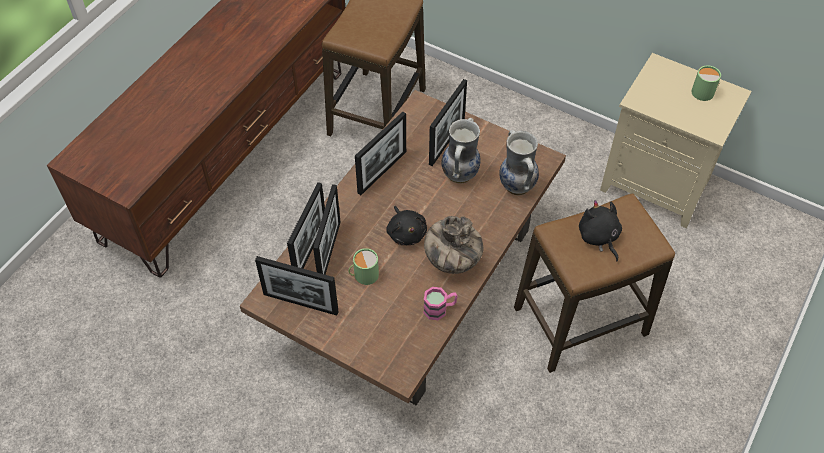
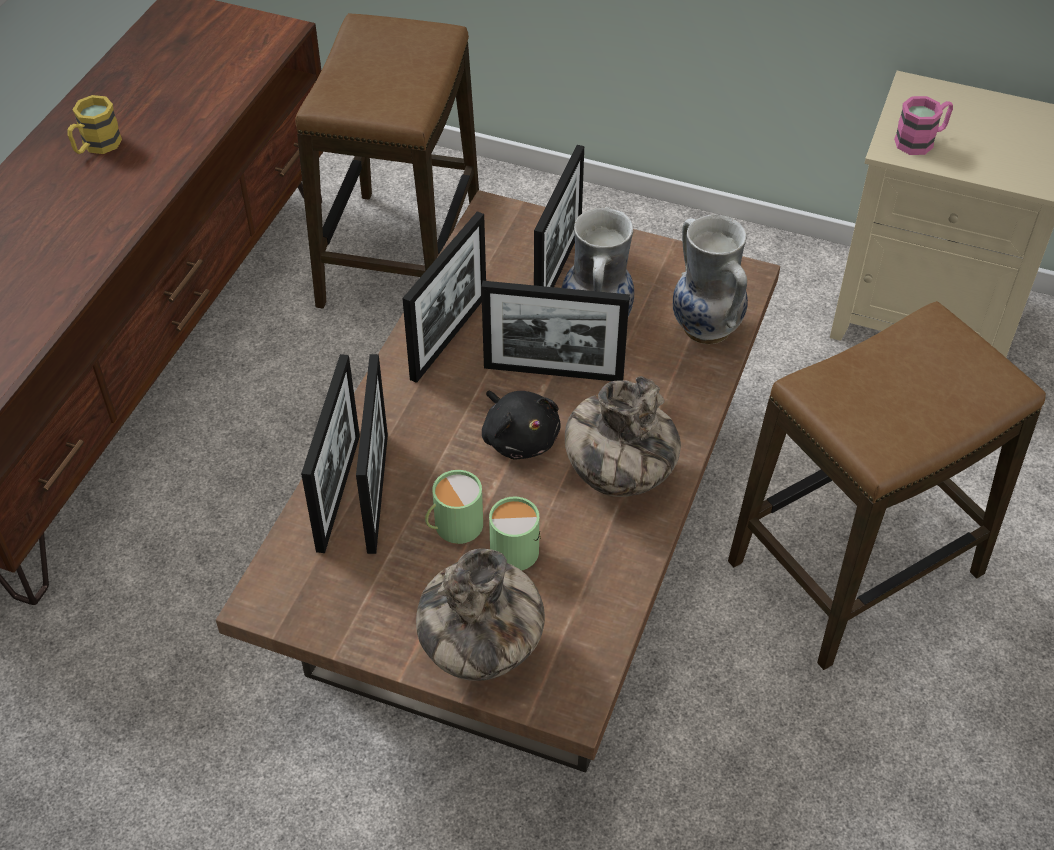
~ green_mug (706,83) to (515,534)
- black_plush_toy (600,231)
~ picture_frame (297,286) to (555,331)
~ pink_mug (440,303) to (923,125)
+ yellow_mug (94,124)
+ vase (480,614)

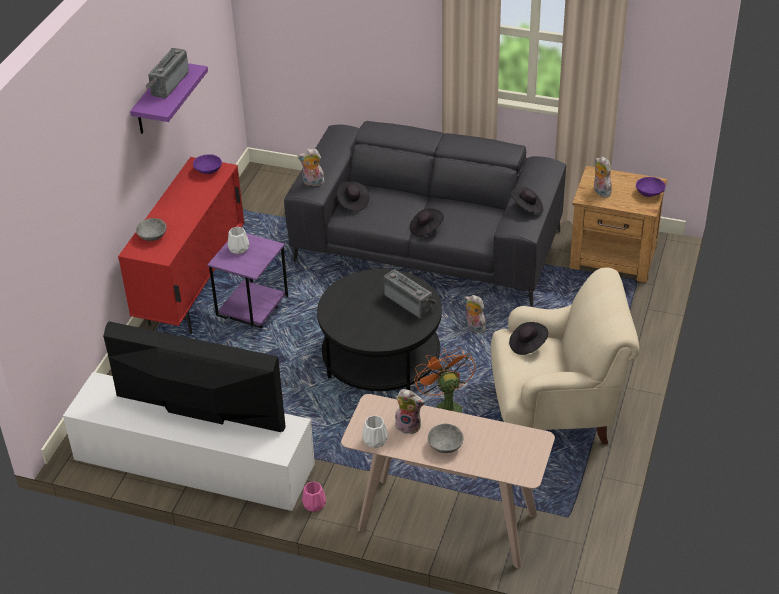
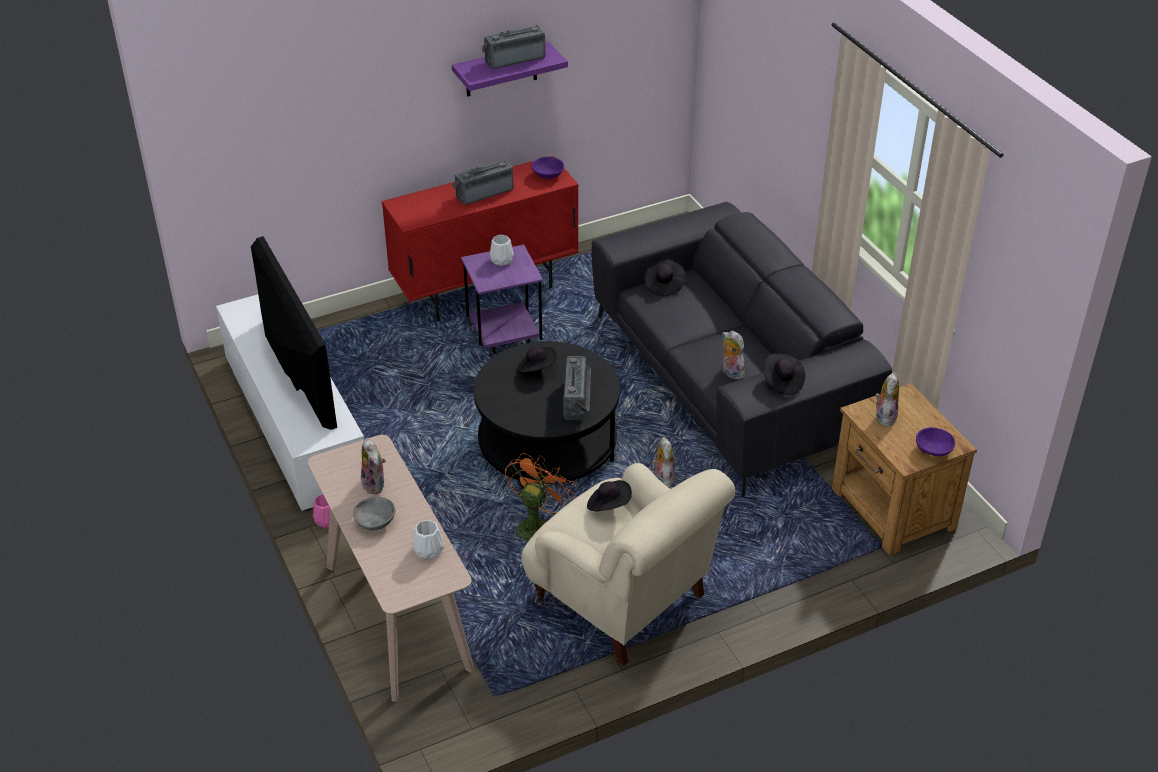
~ plush_toy (311,167) to (733,355)
~ black_hat (427,223) to (537,360)
- grey_bowl (151,229)
~ white_vase (375,431) to (428,539)
+ radio (483,182)

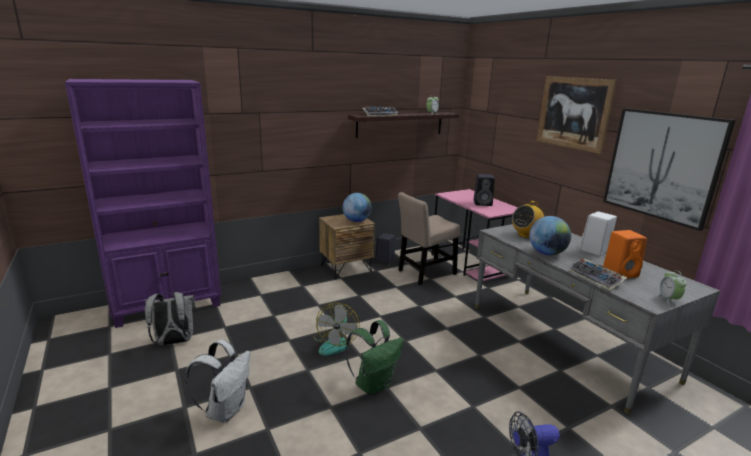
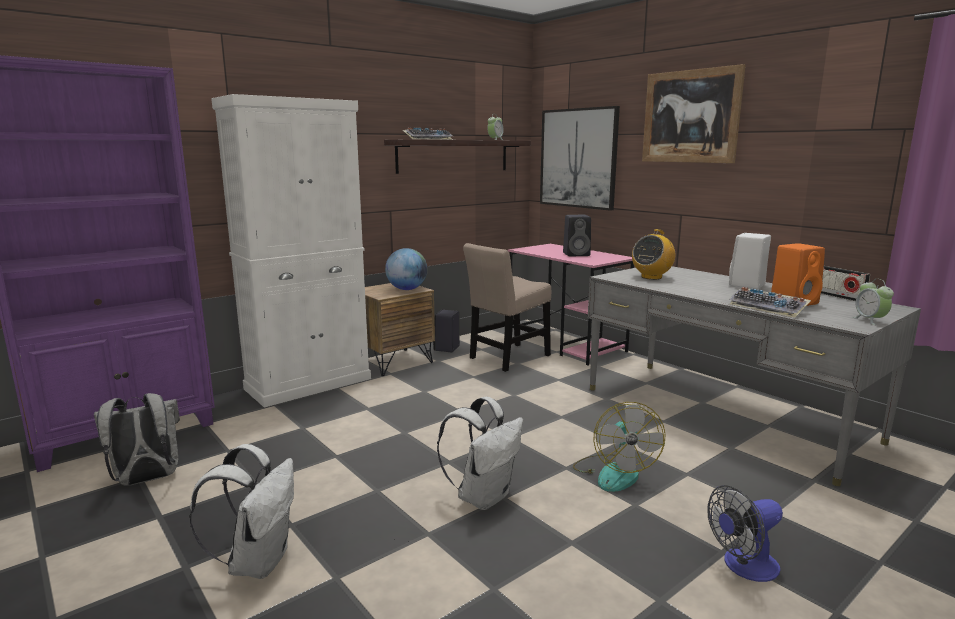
~ picture (669,169) to (580,158)
- globe (550,235)
~ fan (336,329) to (619,447)
~ green_backpack (374,357) to white_backpack (480,453)
+ white_cabinet (291,250)
+ radio (845,283)

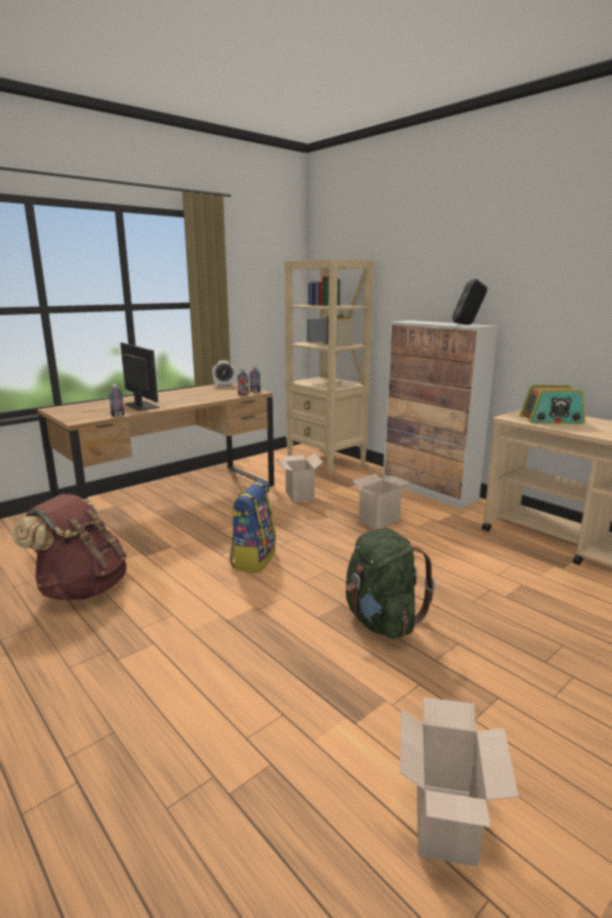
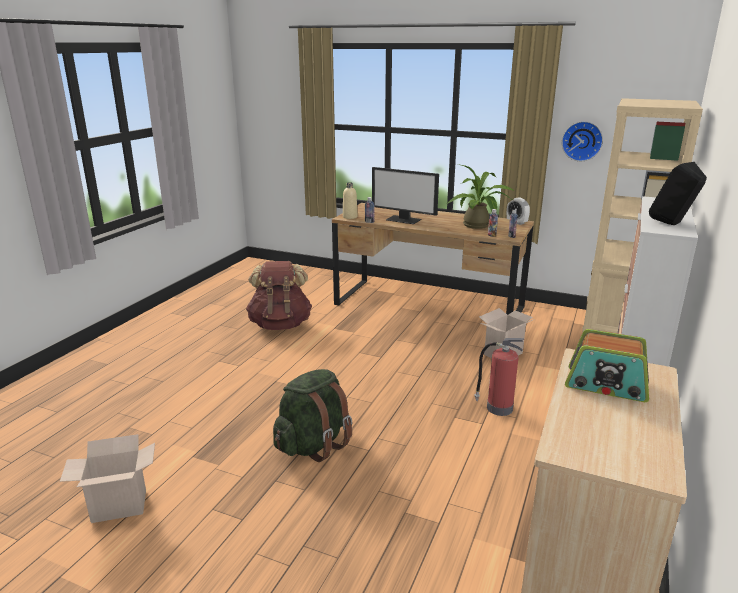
~ monitor (140,377) = (405,195) 90 degrees clockwise
~ radio (552,404) = (607,365) 45 degrees counterclockwise
~ cardboard_box (381,501) to fire_extinguisher (499,377)
- backpack (252,526)
+ wall_clock (582,141)
+ potted_plant (480,196)
+ beige_bottle (350,200)

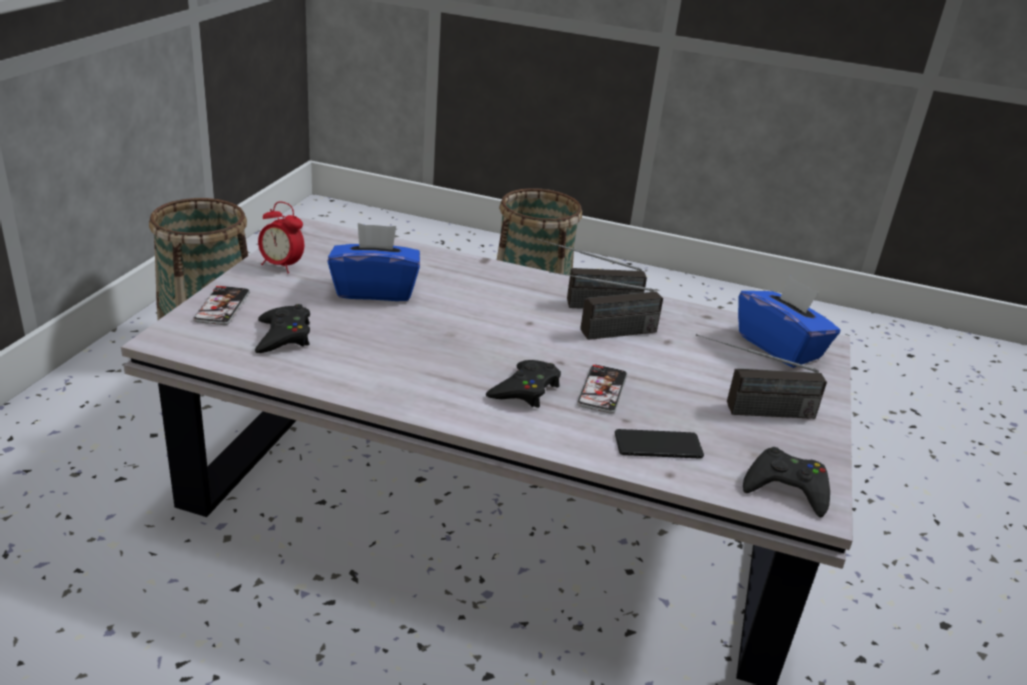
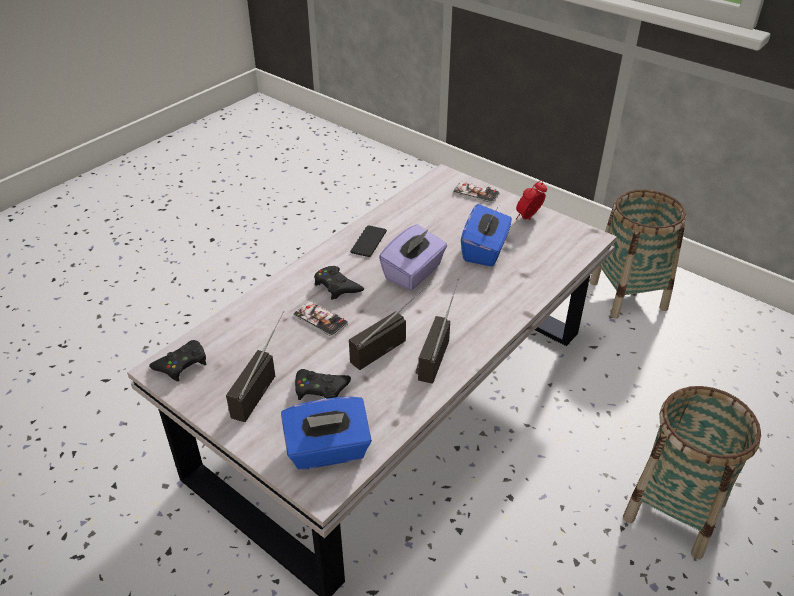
~ radio (606,305) = (389,327) 45 degrees clockwise
~ black_game_controller (282,328) to (323,384)
~ phone (659,444) to (368,241)
+ purple_tissue_box (413,257)

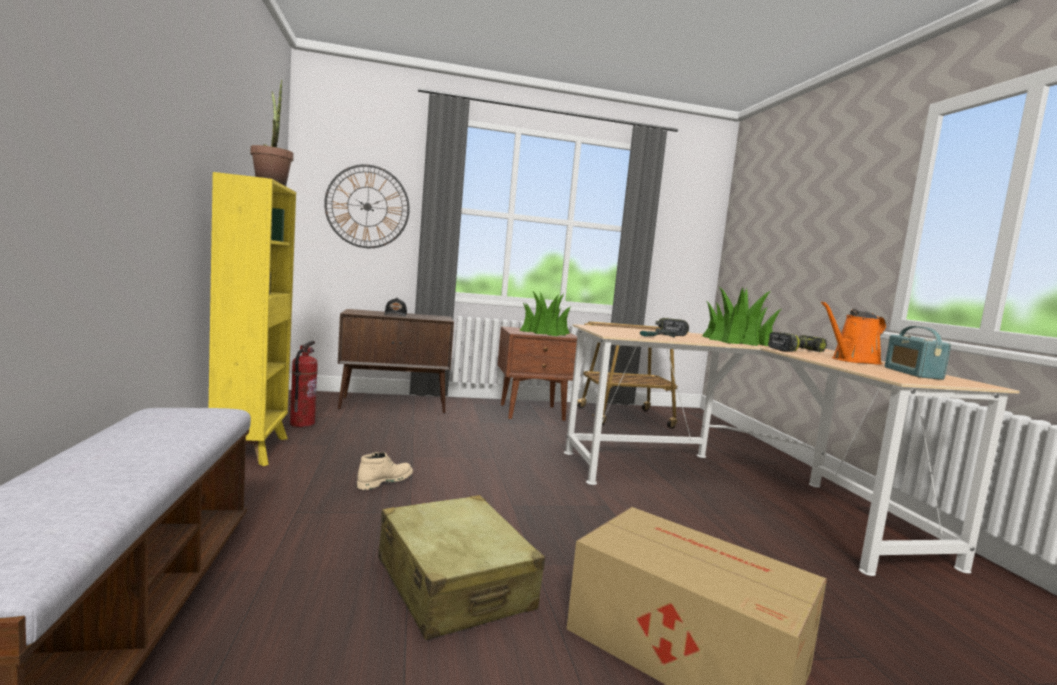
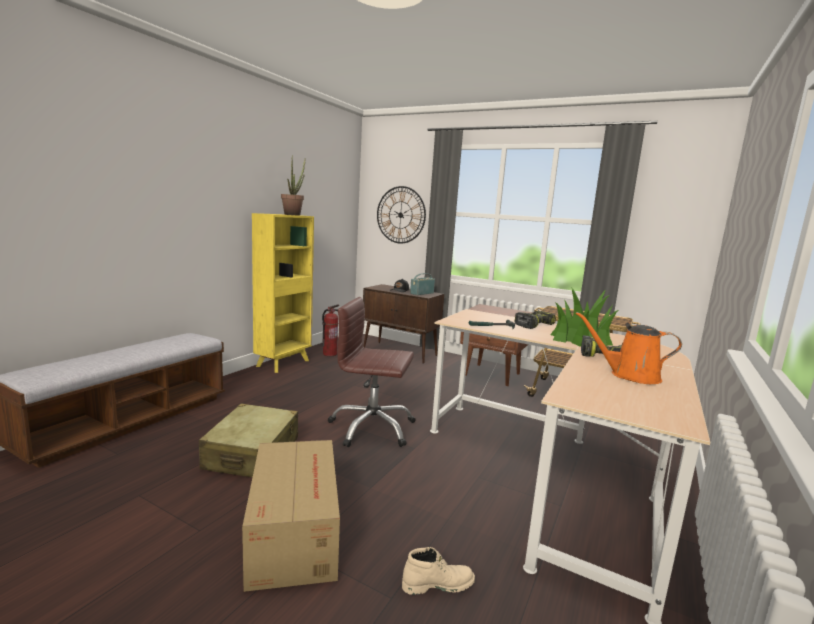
- potted_plant (545,313)
~ radio (918,353) to (422,284)
~ beige_boot (385,471) to (438,571)
+ brown_office_chair (372,372)

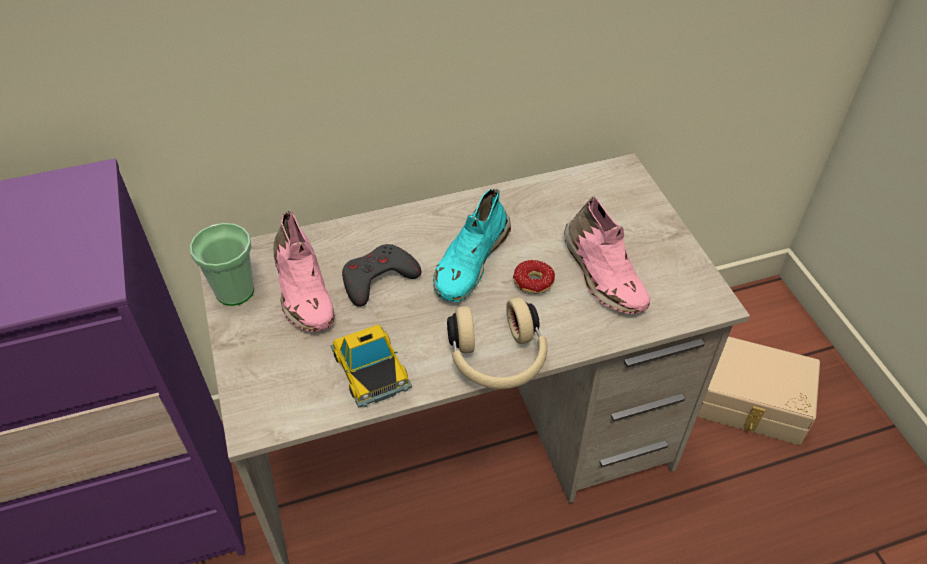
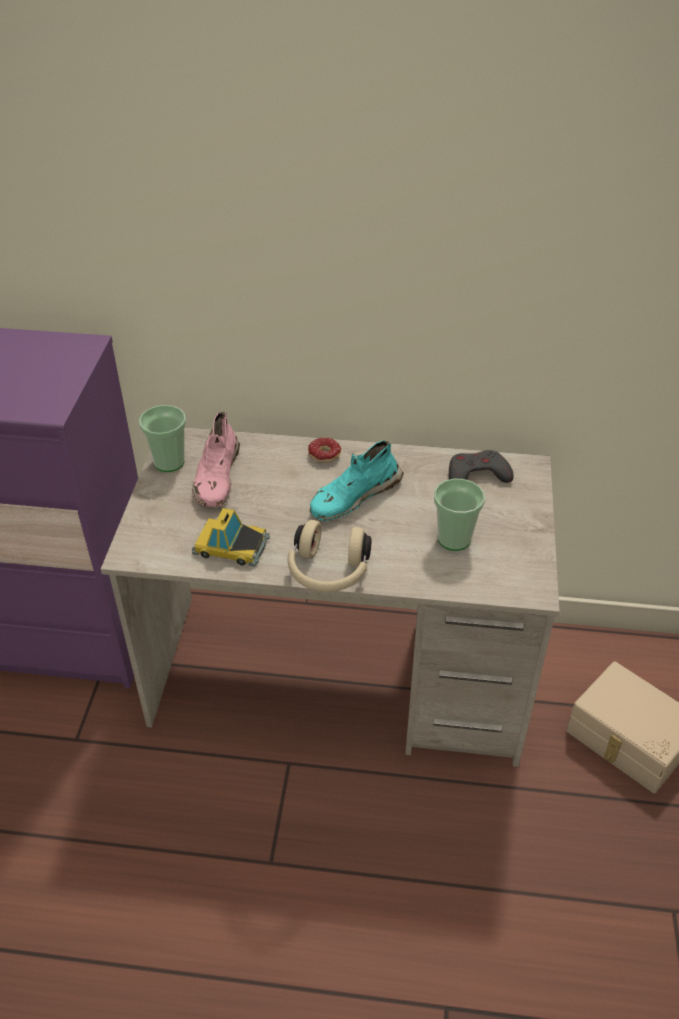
~ pink_shoe (607,255) to cup (459,515)
~ grey_game_controller (381,275) to (481,466)
~ donut (534,277) to (324,450)
~ toy_car (371,366) = (231,537) 75 degrees counterclockwise

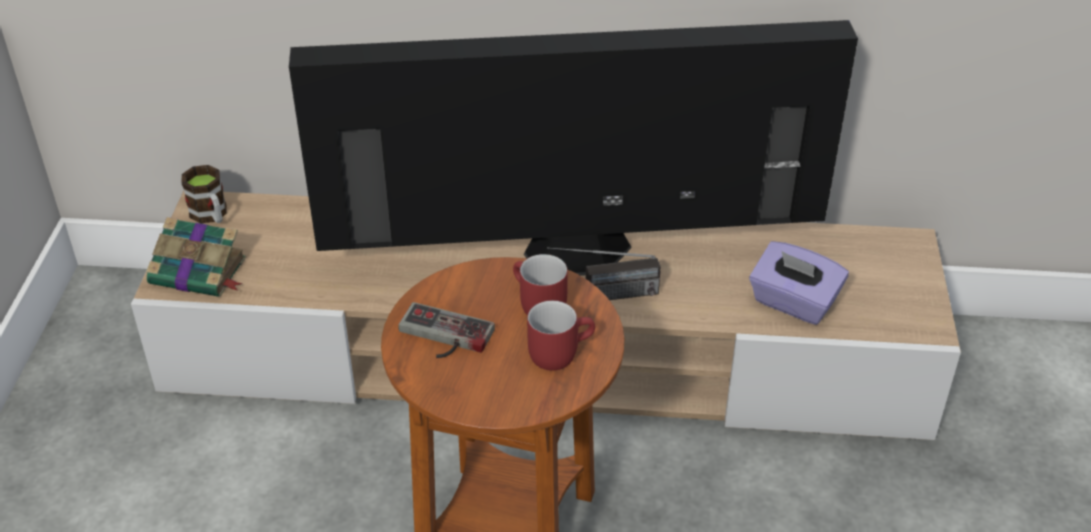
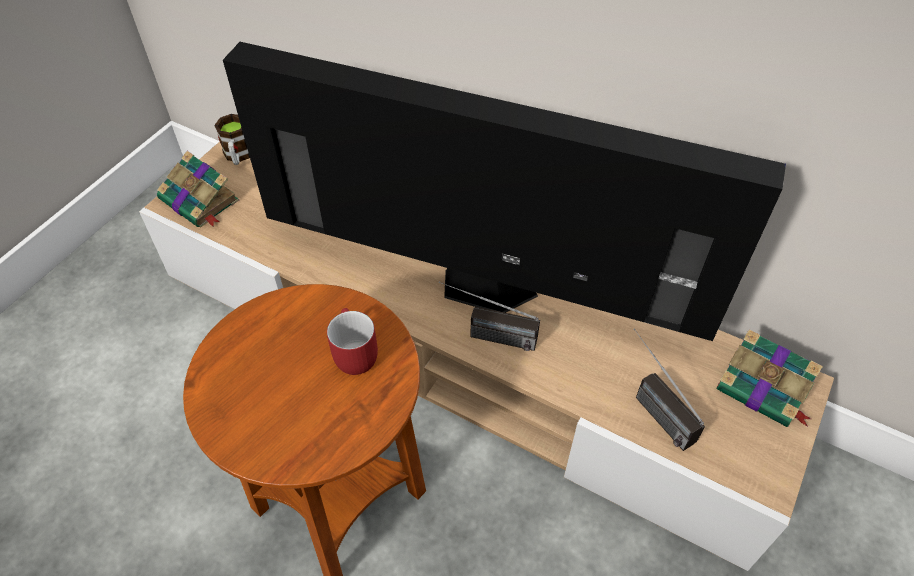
~ purple_tissue_box (799,283) to radio (669,389)
- red_mug (561,335)
- game_controller (446,330)
+ book (769,378)

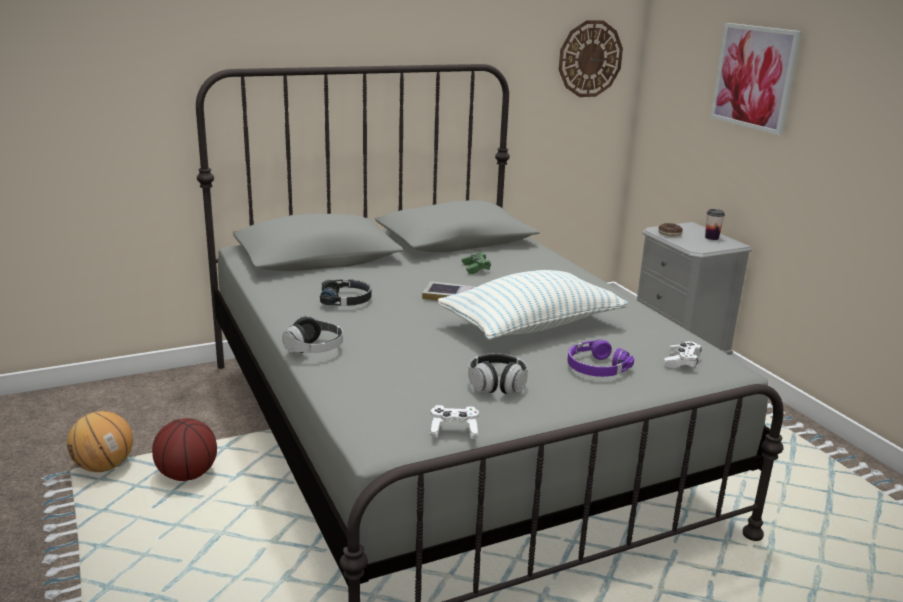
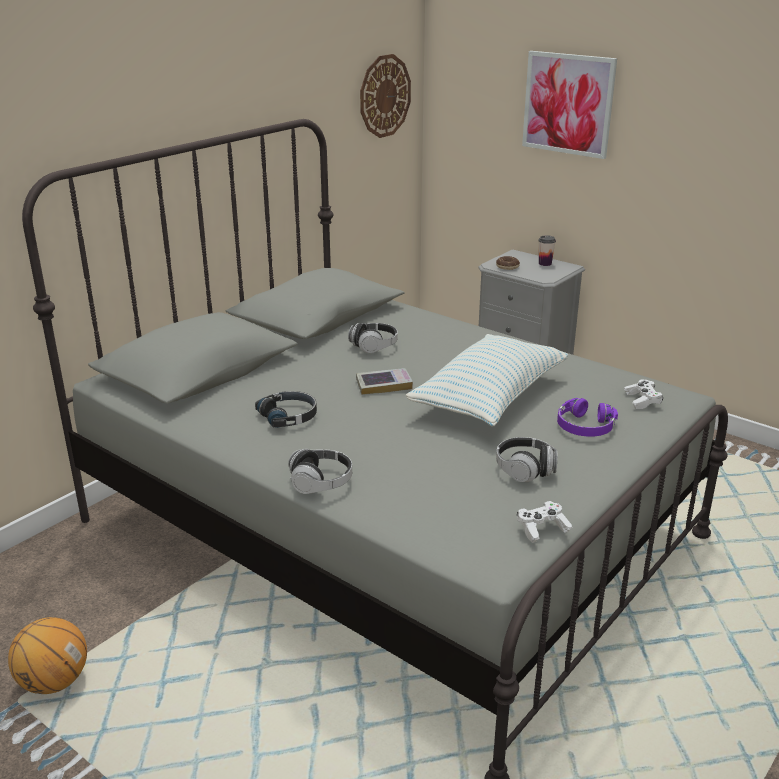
~ green_game_controller (476,263) to headphones (373,338)
- basketball (184,449)

